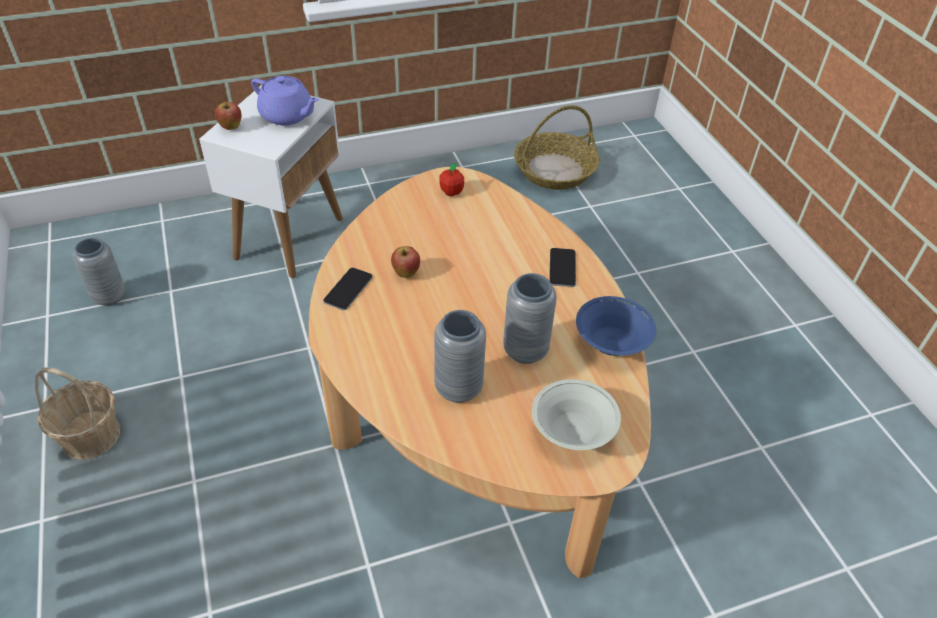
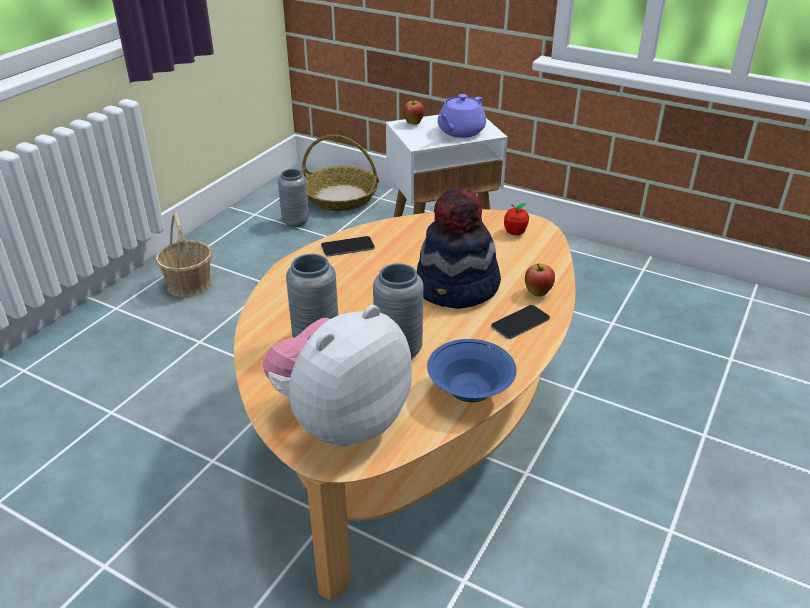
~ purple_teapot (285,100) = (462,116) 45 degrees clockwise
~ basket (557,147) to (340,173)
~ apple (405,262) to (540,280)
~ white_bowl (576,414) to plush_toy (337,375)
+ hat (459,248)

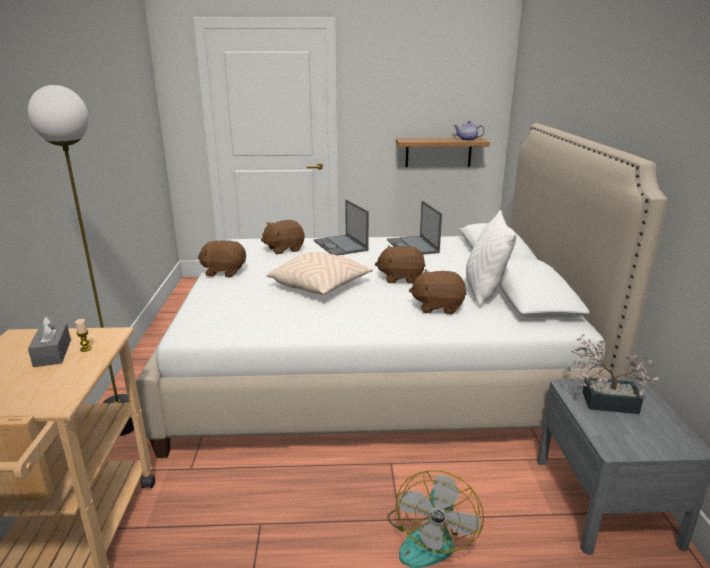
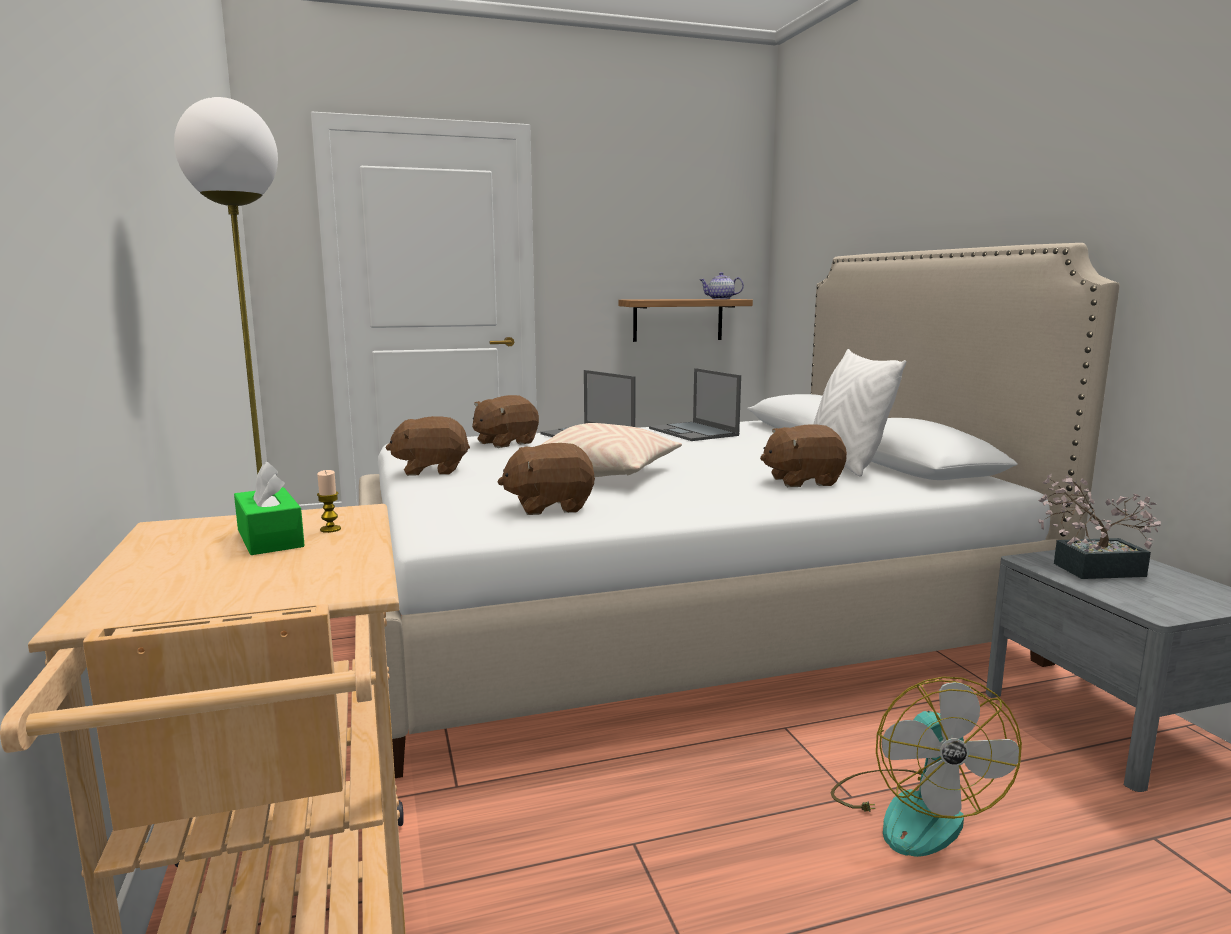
~ brown_plush_toy (400,265) to (546,479)
~ grey_tissue_box (49,341) to green_tissue_box (269,508)

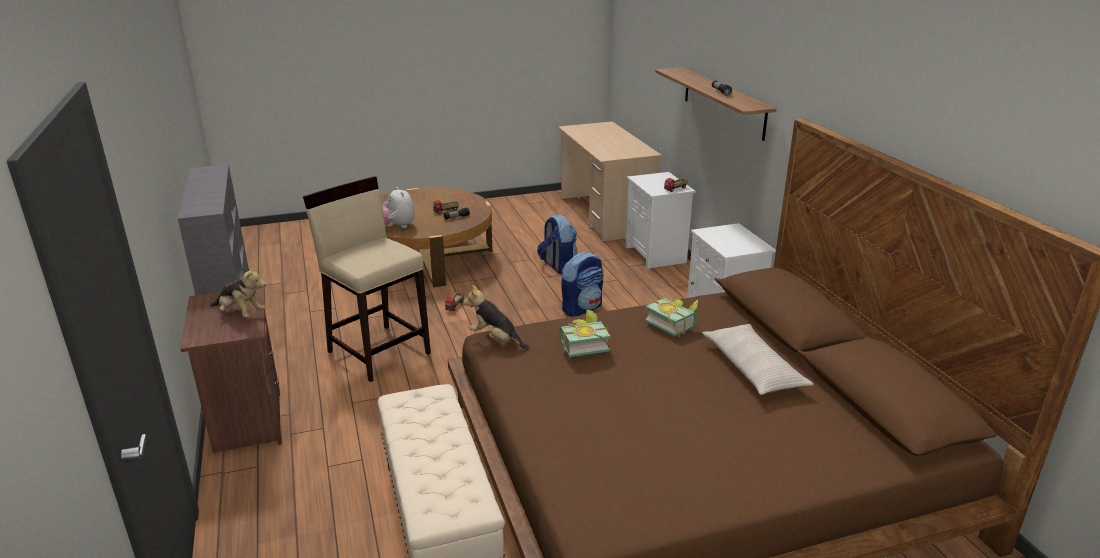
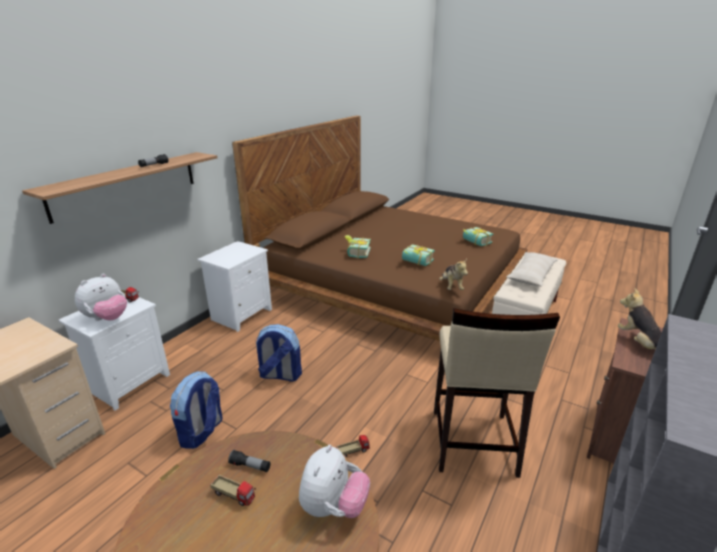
~ beige_pillow (758,359) to (532,269)
+ book (478,236)
+ plush_toy (101,297)

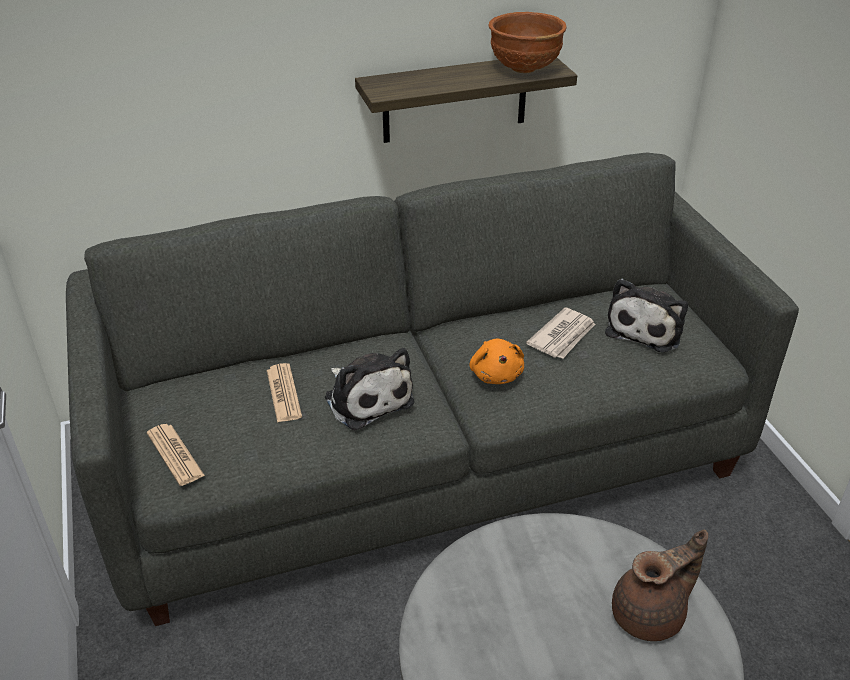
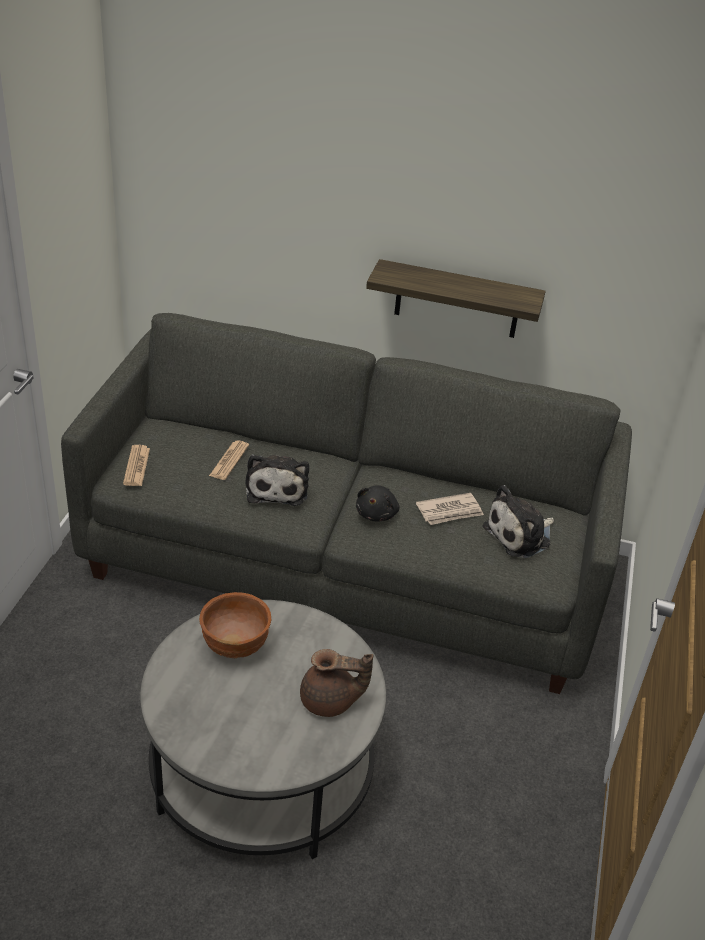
~ brown_bowl (527,42) to (235,625)
~ orange_plush_toy (497,361) to black_plush_toy (377,503)

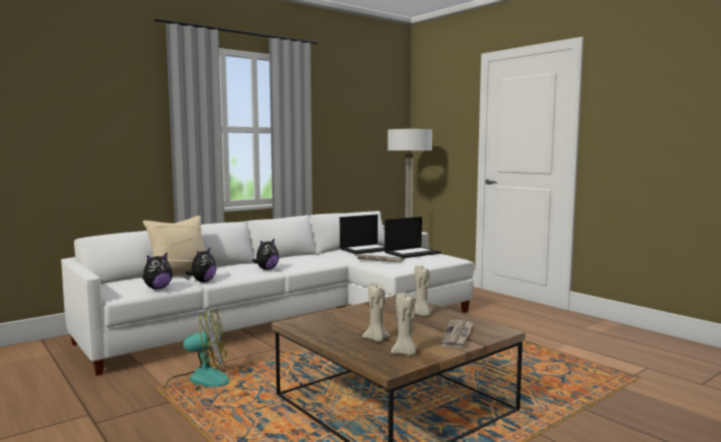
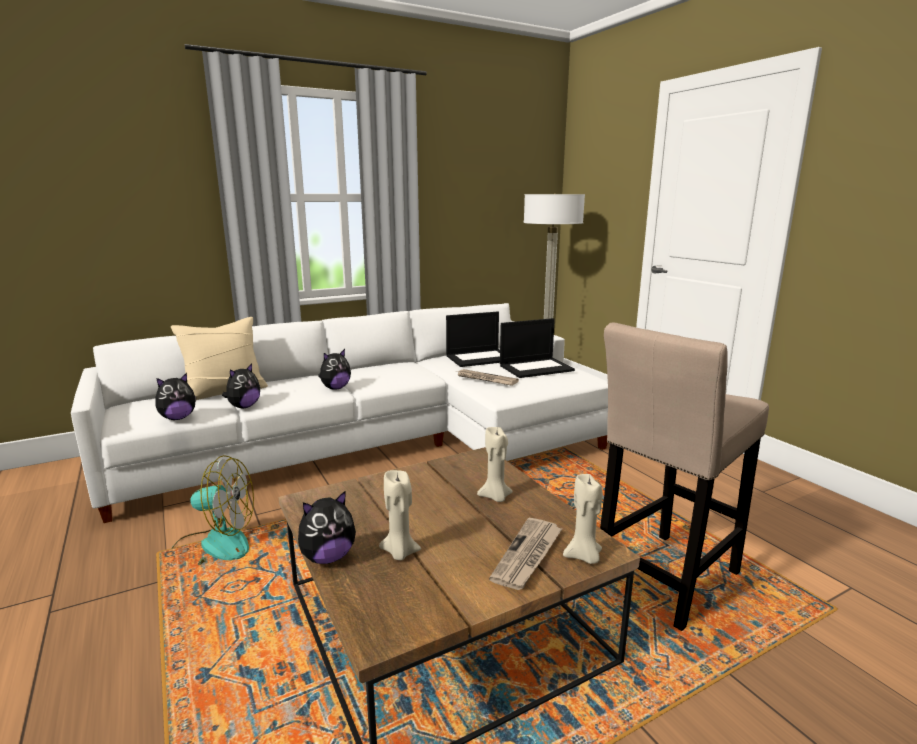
~ beige_candle (404,324) to (583,519)
+ beige_stool (684,477)
+ plush_toy (327,527)

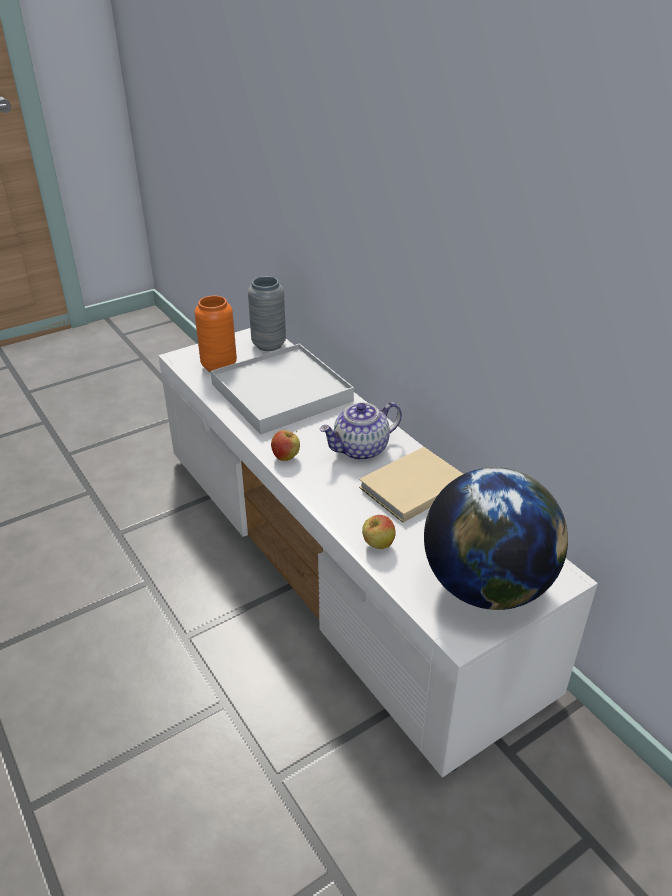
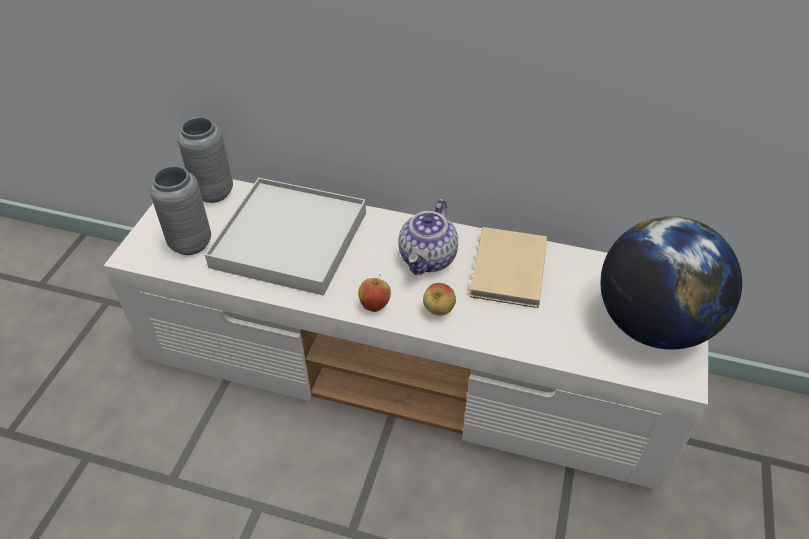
~ orange_vase (215,334) to grey_vase (180,210)
~ apple (379,532) to (439,299)

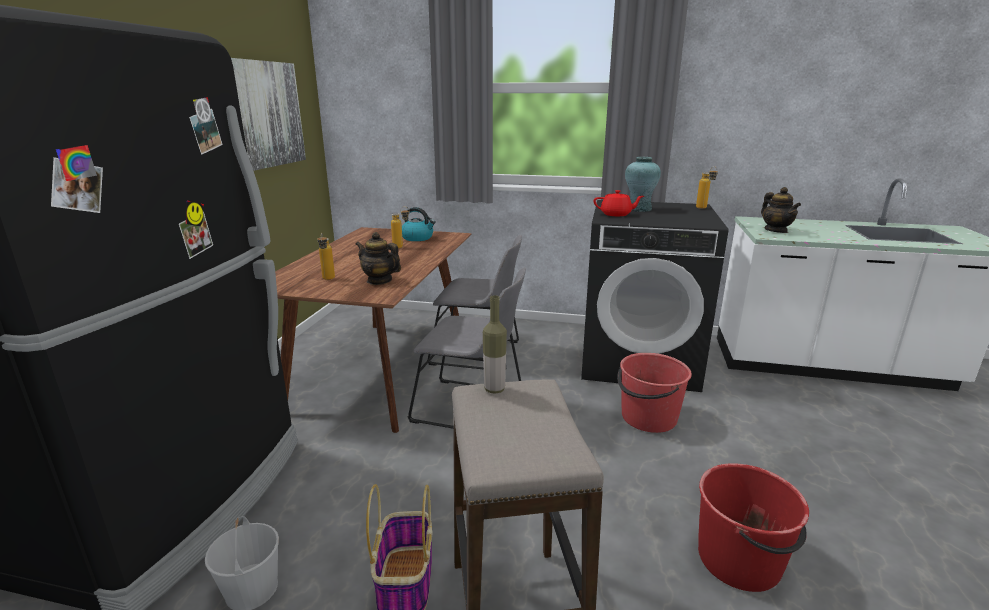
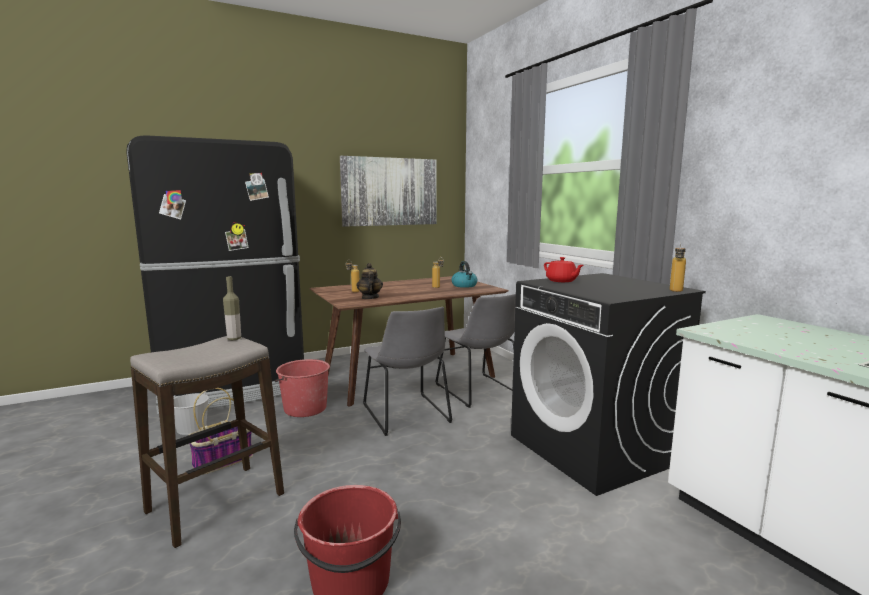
- turquoise_vase (643,184)
- teapot (781,210)
~ red_bucket (654,393) to (302,388)

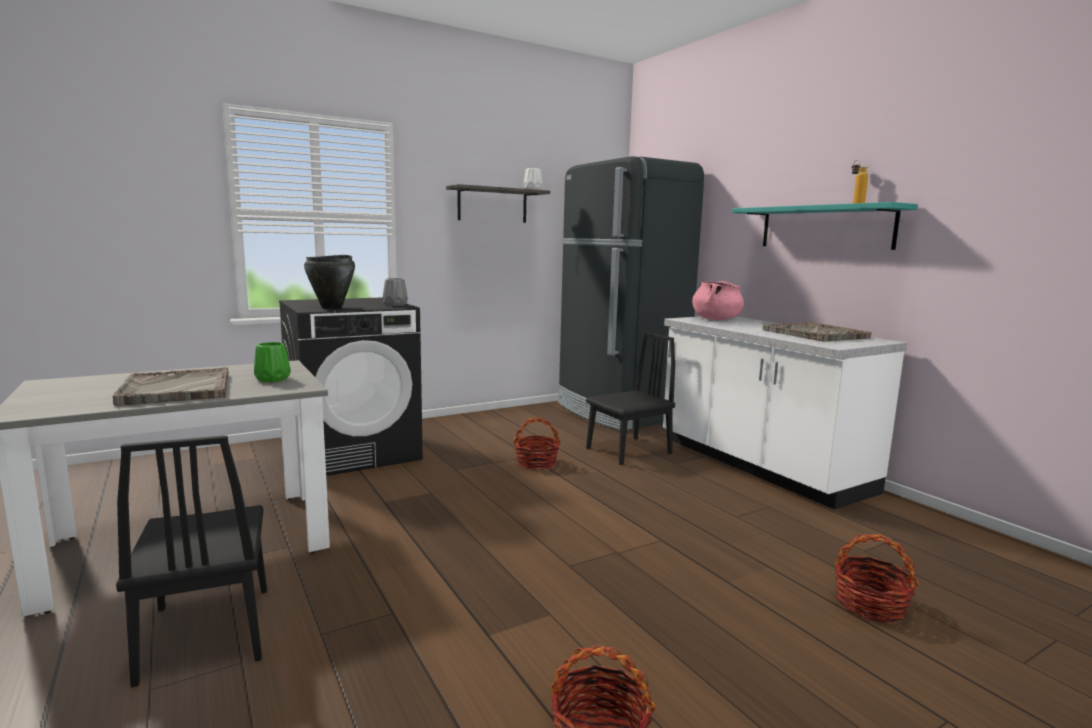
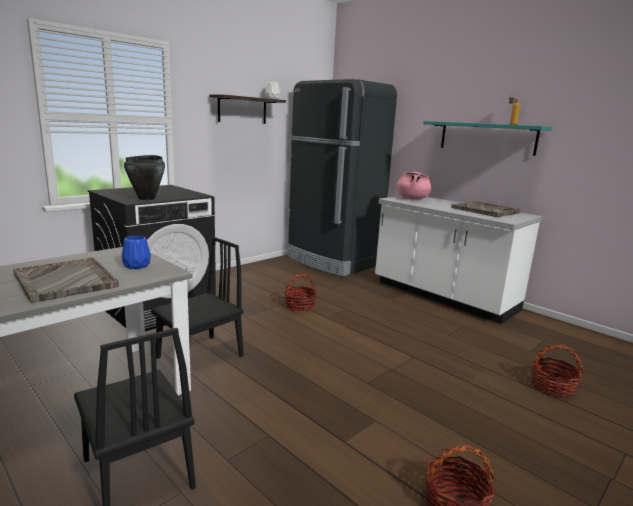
- grey_vase (395,292)
~ black_chair (630,398) to (197,298)
~ green_vase (272,362) to blue_vase (136,252)

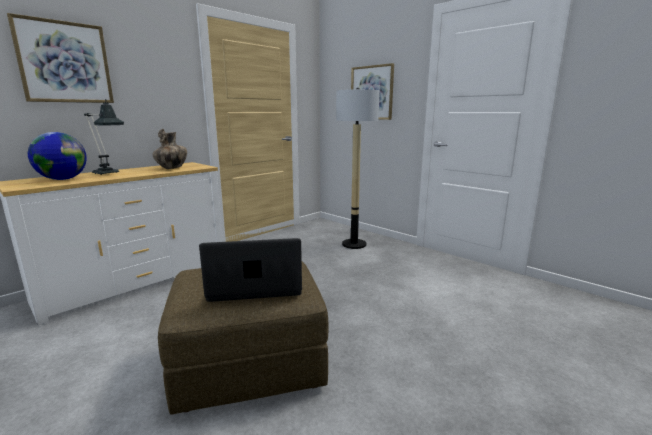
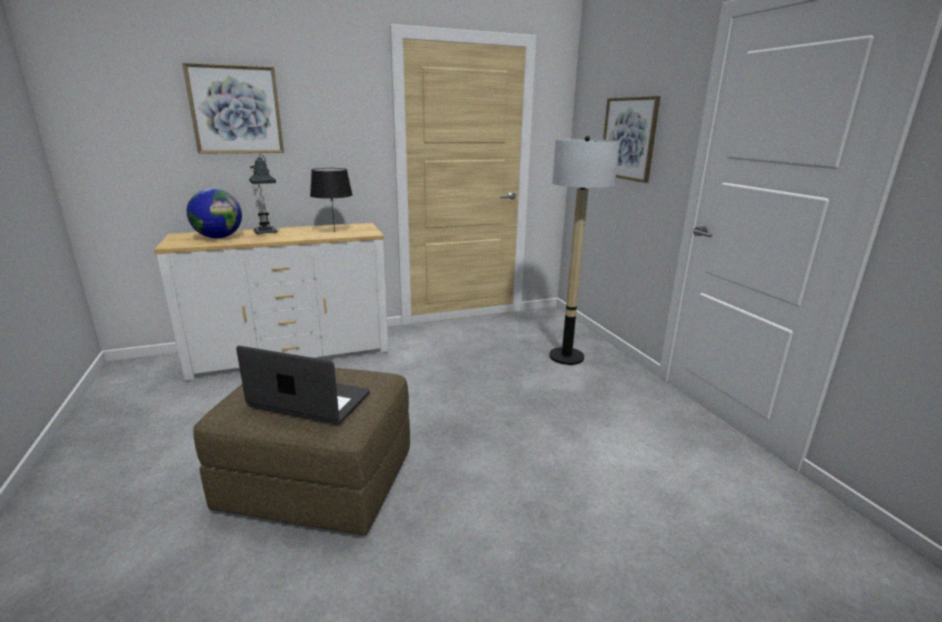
~ vase (169,149) to black_table_lamp (331,200)

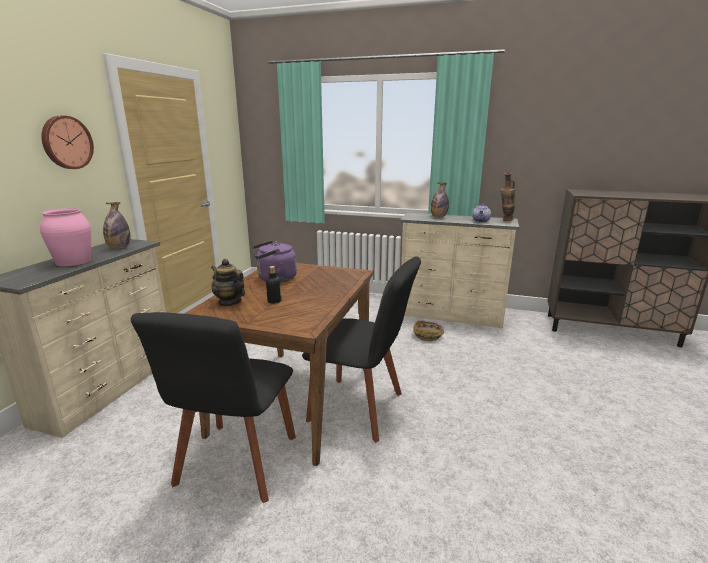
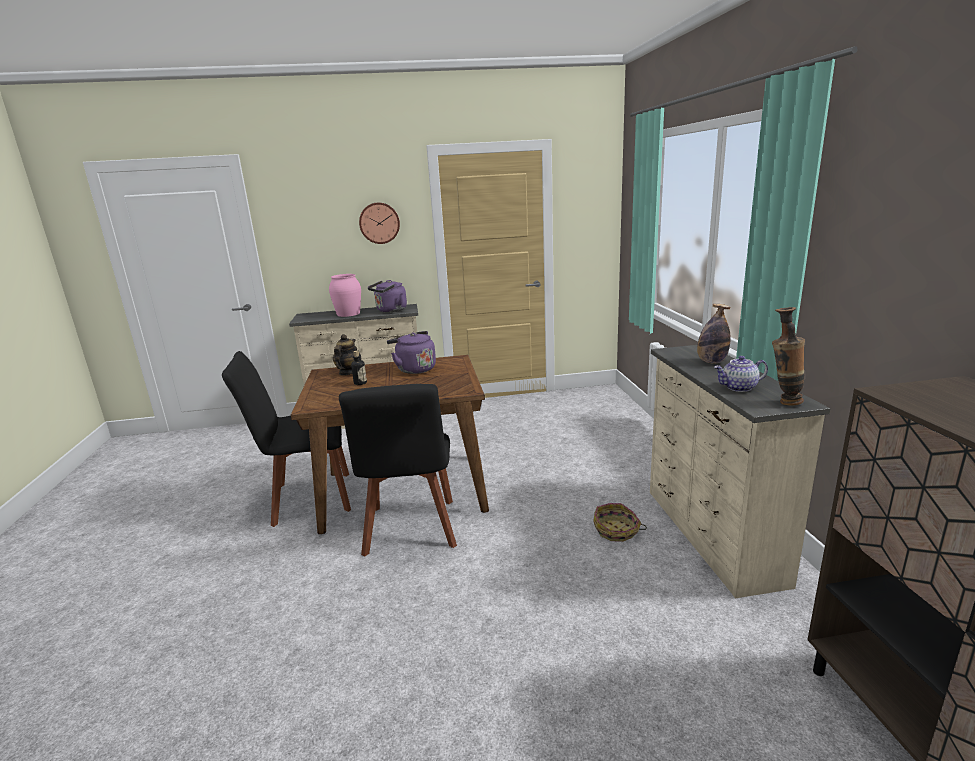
~ bottle (116,225) to purple_kettle (387,296)

